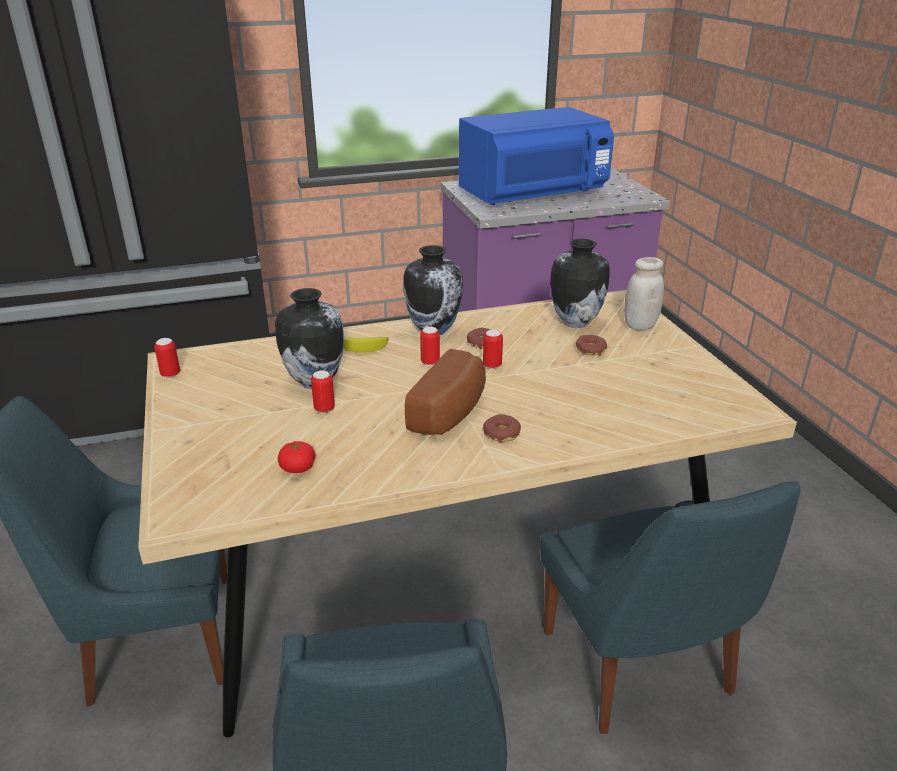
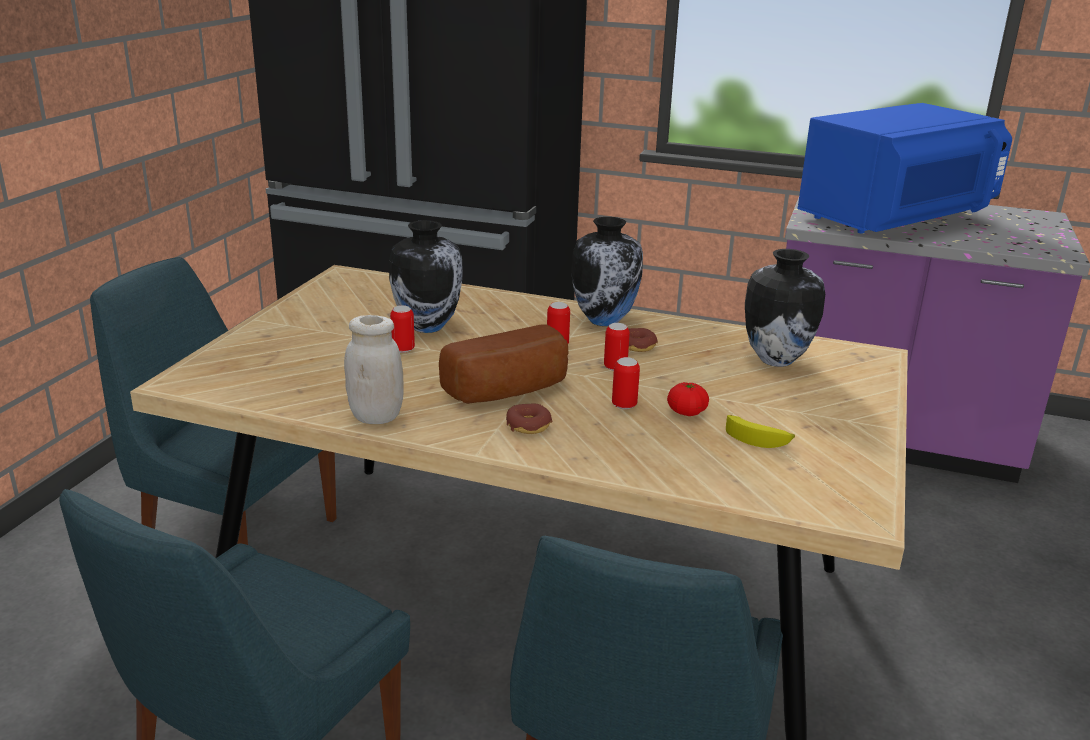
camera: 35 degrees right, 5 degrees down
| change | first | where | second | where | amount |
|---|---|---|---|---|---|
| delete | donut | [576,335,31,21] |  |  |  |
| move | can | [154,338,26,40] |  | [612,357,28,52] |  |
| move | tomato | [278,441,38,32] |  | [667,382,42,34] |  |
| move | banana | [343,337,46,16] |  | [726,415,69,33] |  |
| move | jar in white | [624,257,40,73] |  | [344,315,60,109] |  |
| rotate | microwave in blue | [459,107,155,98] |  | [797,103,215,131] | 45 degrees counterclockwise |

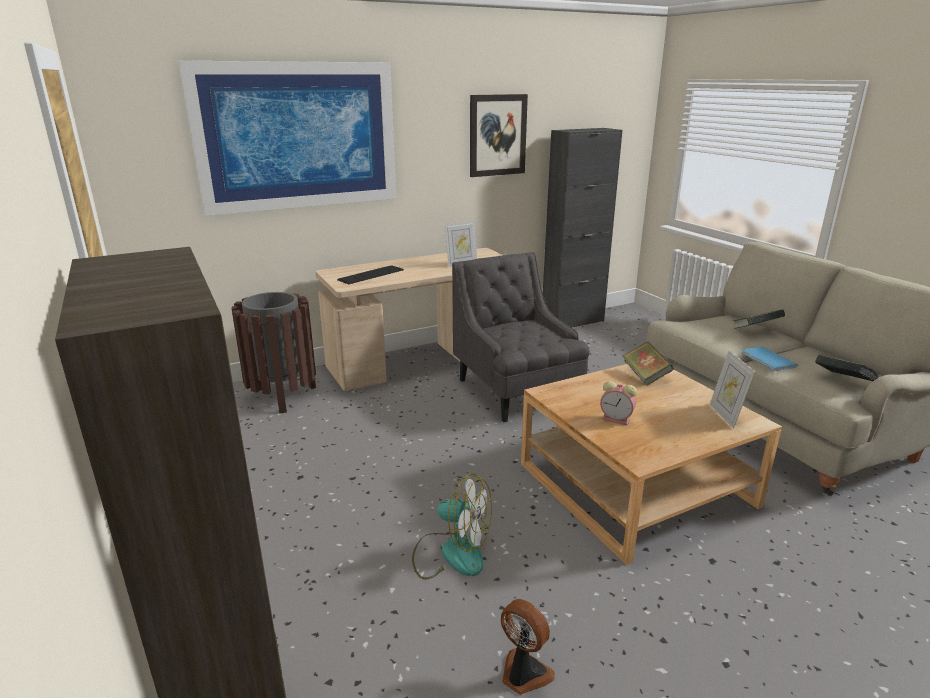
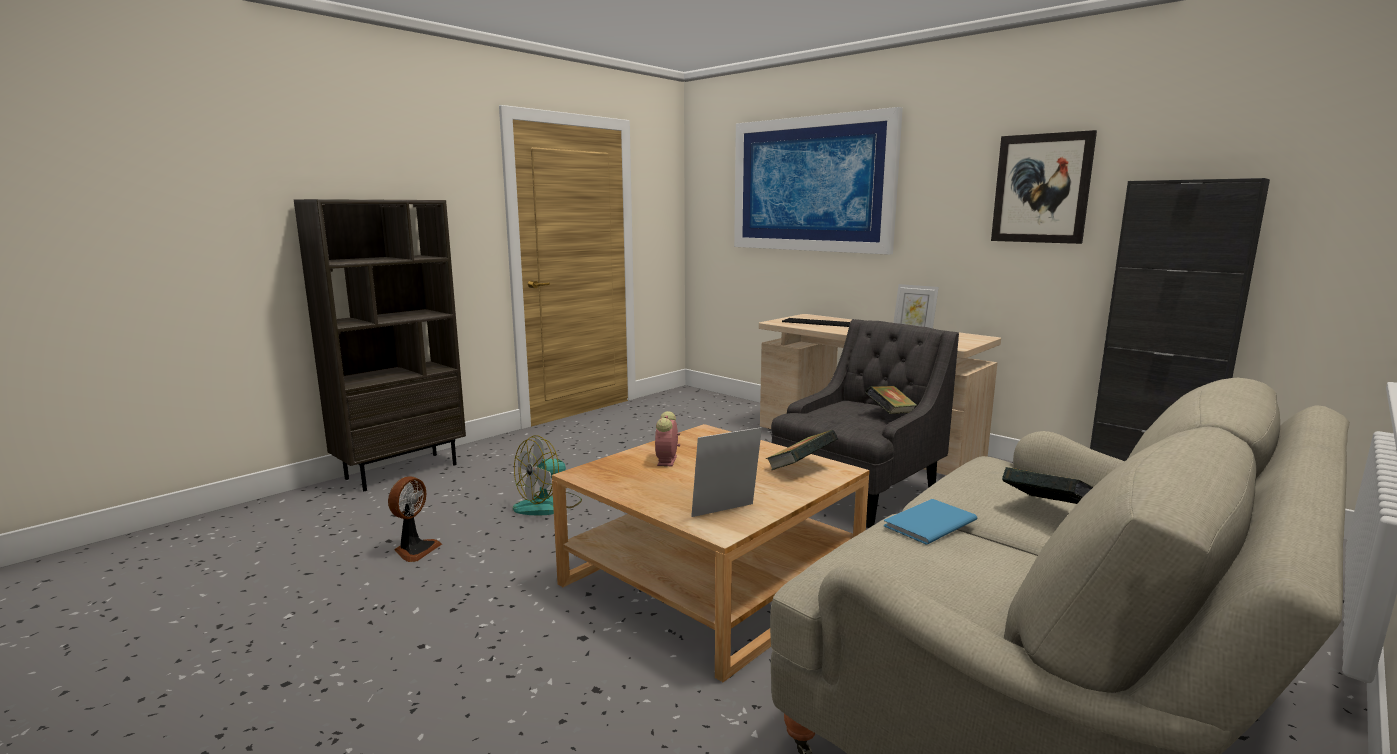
camera: 70 degrees right, 10 degrees down
| change | first | where | second | where | amount |
|---|---|---|---|---|---|
| delete | trash can in brown | [232,292,84,122] |  |  |  |
| move | book | [815,355,65,26] |  | [865,386,52,28] |  |
| rotate | fan | [412,474,80,105] |  | [513,435,69,81] | 45 degrees clockwise |

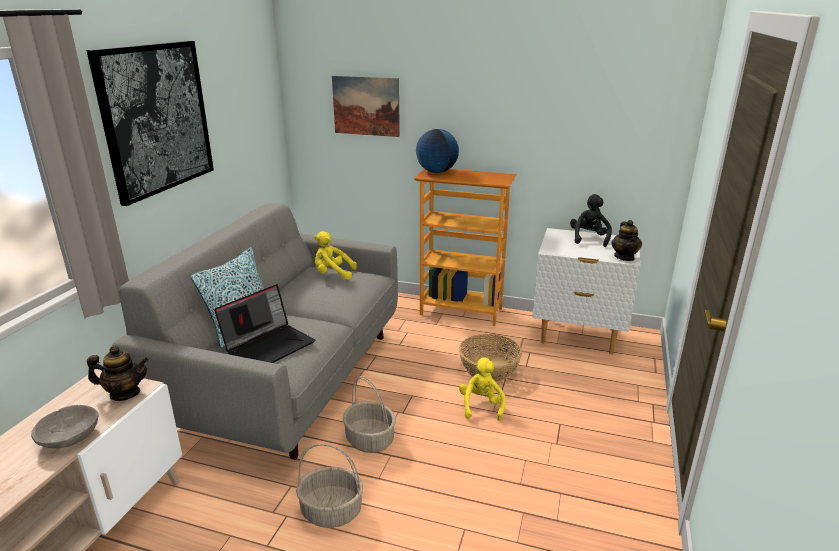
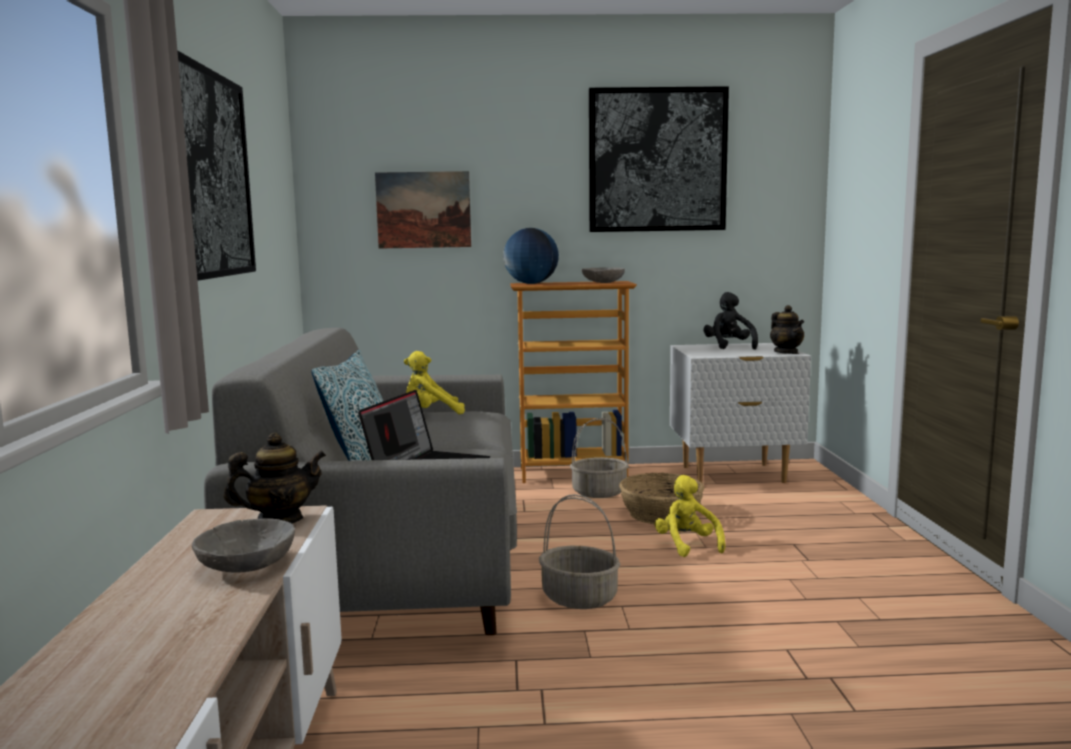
camera: 20 degrees left, 15 degrees down
| change | first | where | second | where | amount |
|---|---|---|---|---|---|
| insert |  |  | bowl in grey | [581,267,44,16] |  |
| insert |  |  | picture | [589,86,140,146] |  |
| move | basket | [296,444,67,84] |  | [570,418,59,80] |  |

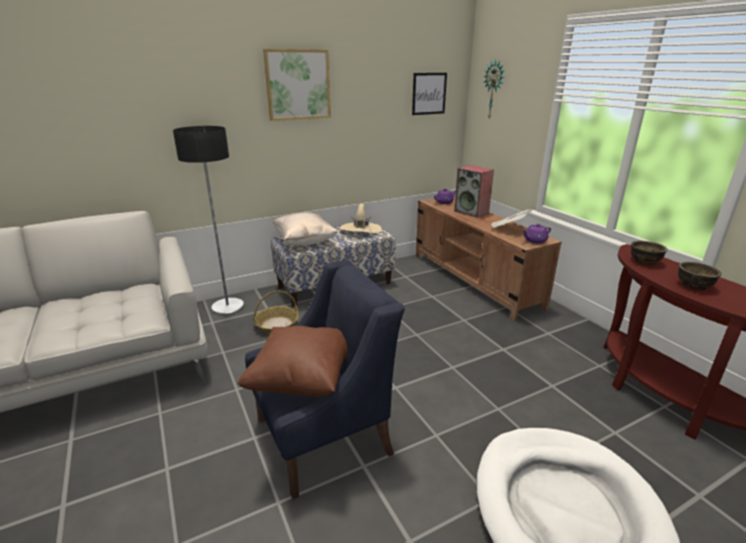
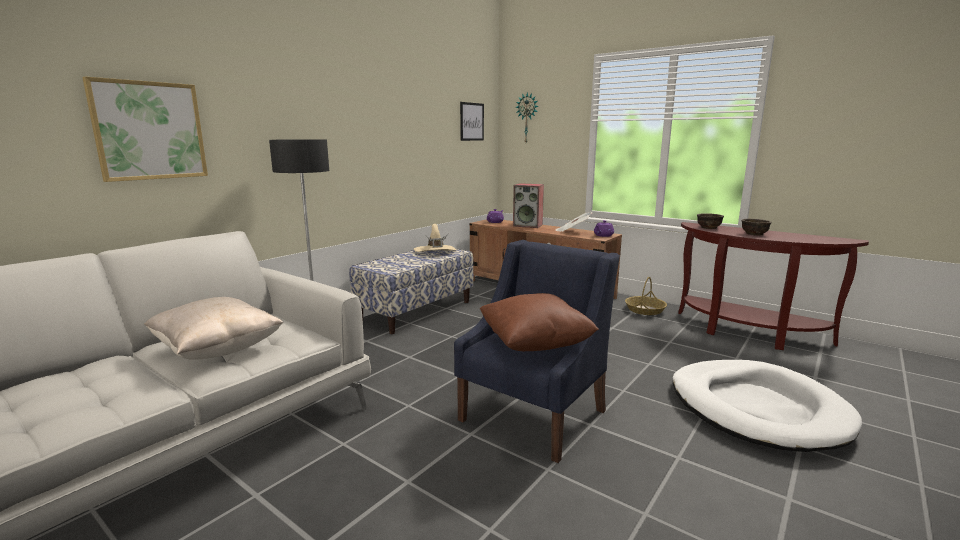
camera: 25 degrees left, 10 degrees down
| change | first | where | second | where | amount |
|---|---|---|---|---|---|
| move | basket | [253,291,46,43] |  | [625,277,42,38] |  |
| move | picture | [263,49,68,72] |  | [82,77,126,105] |  |
| move | pillow in beige | [272,212,66,33] |  | [144,297,139,63] |  |

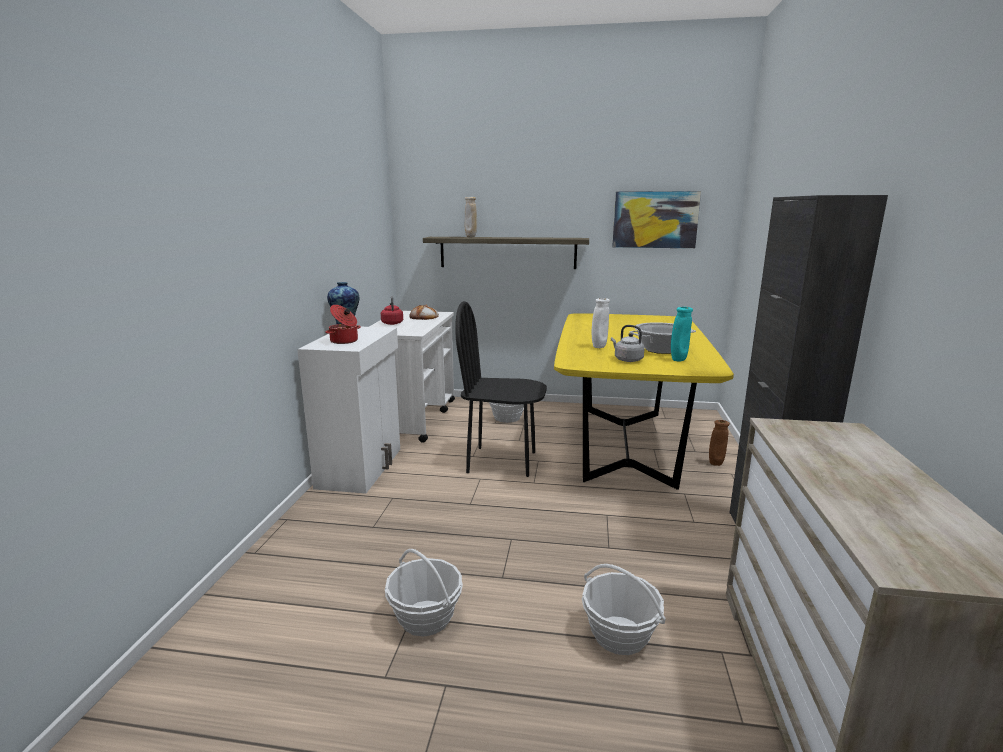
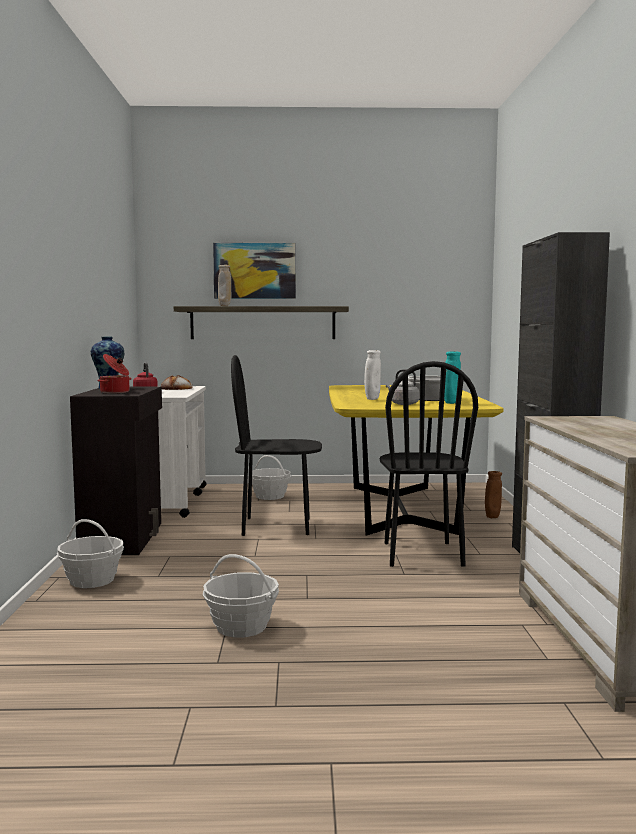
camera: 10 degrees left, 10 degrees down
| change | first | where | second | where | amount |
|---|---|---|---|---|---|
| insert |  |  | chair in black | [380,361,98,206] |  |
| move | basket | [582,564,84,91] |  | [57,519,67,69] |  |
| move | picture | [612,191,89,57] |  | [213,243,83,56] |  |
| recolor | cabinet in white | [297,327,103,167] | cabinet in black | [70,387,92,168] |  |

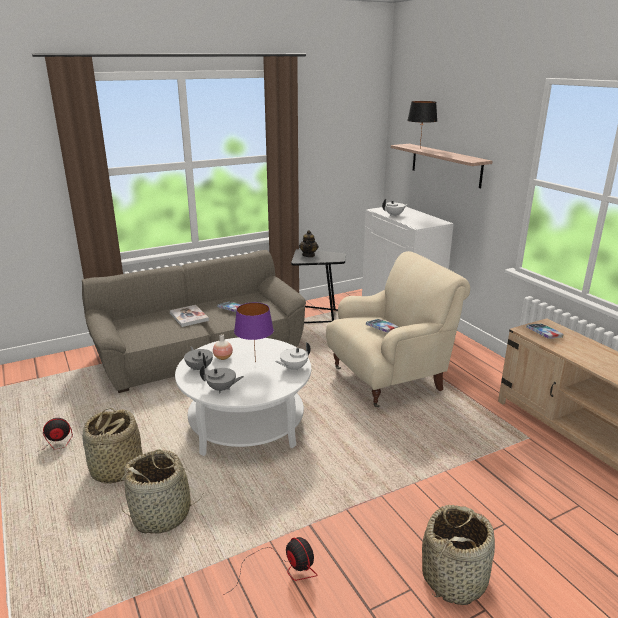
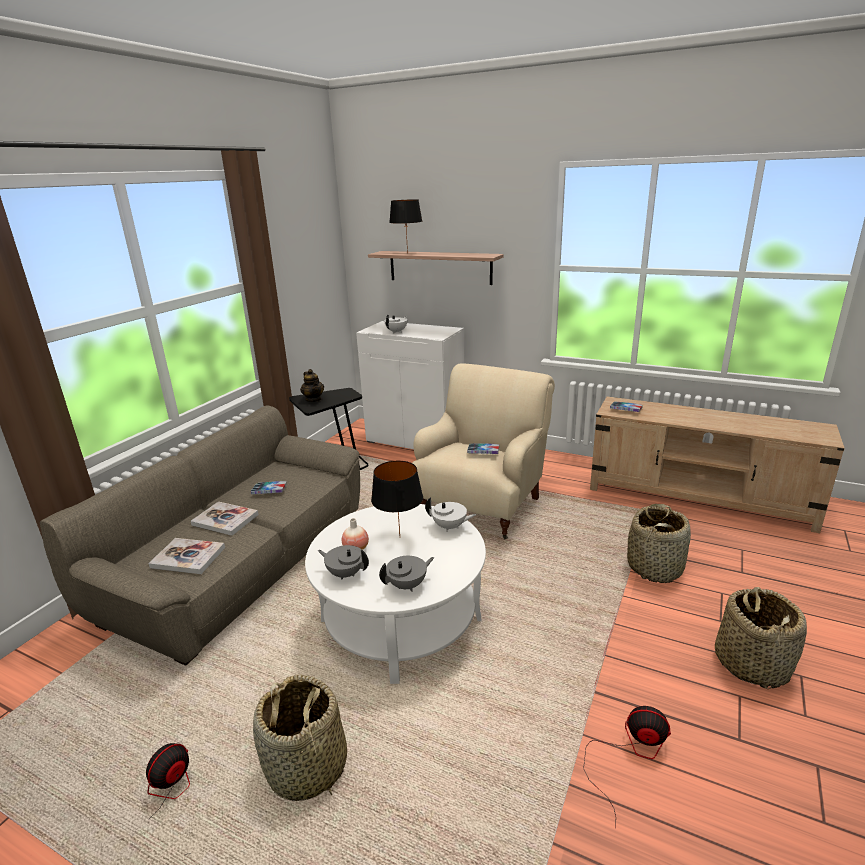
camera: 35 degrees left, 0 degrees up
| change | first | where | second | where | amount |
|---|---|---|---|---|---|
| insert |  |  | book | [148,538,77,36] |  |
| move | basket | [120,449,84,85] |  | [627,504,64,79] |  |
| recolor | table lamp in purple | [234,302,40,60] | table lamp in black | [371,461,52,74] |  |
| rotate | teapot in white | [275,342,36,29] |  | [425,497,51,35] | 90 degrees counterclockwise |

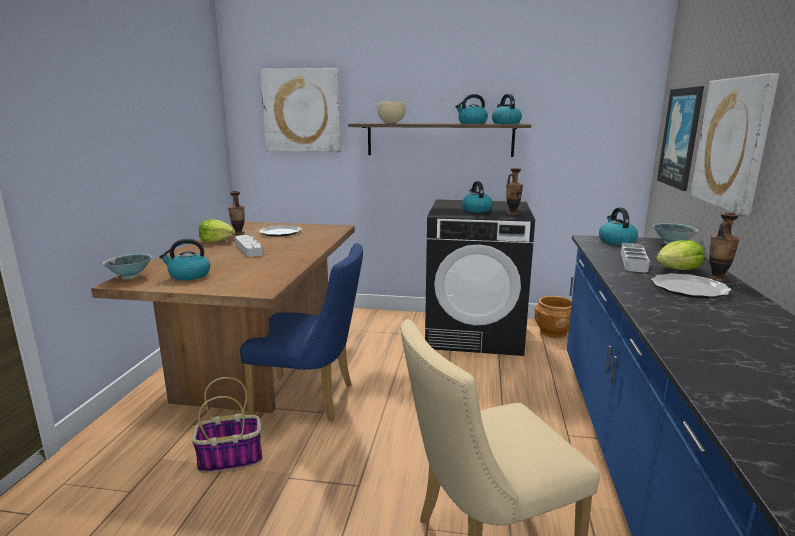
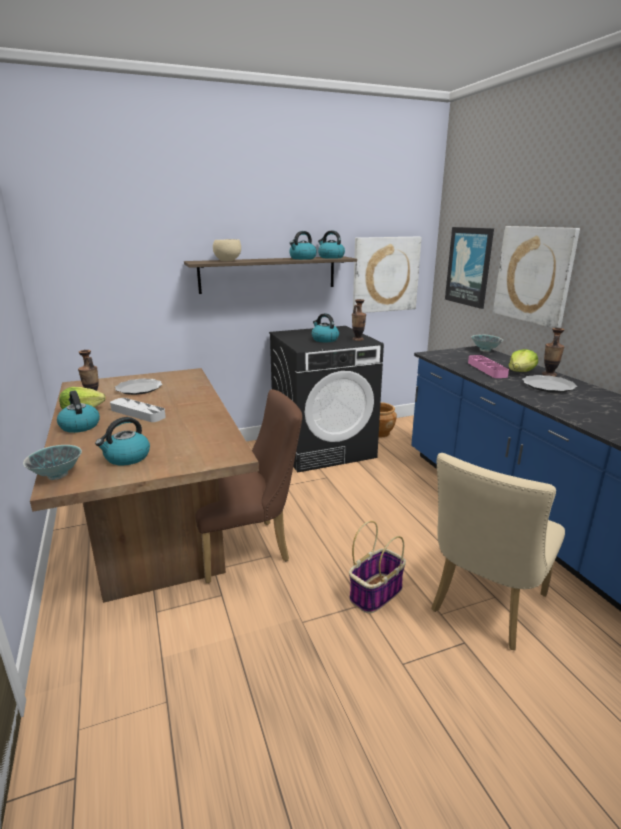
camera: 30 degrees left, 5 degrees up
| change | first | where | second | where | amount |
|---|---|---|---|---|---|
| move | basket | [192,377,70,96] |  | [349,521,57,93] |  |
| move | picture | [260,68,81,84] |  | [353,237,69,76] |  |
| move | kettle | [599,208,39,37] |  | [57,391,43,42] |  |
| recolor | chair in blue | [240,243,123,179] | chair in brown | [195,389,108,194] |  |
| recolor | tray in grey | [621,243,29,29] | tray in pink | [468,355,41,23] |  |

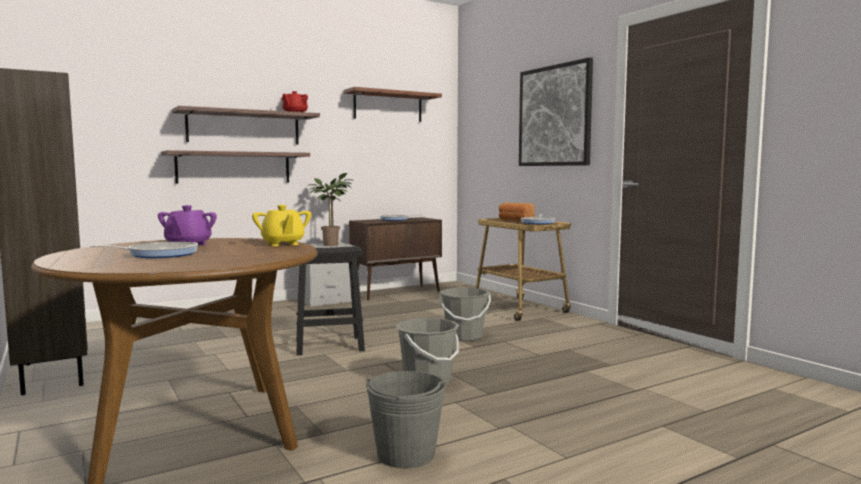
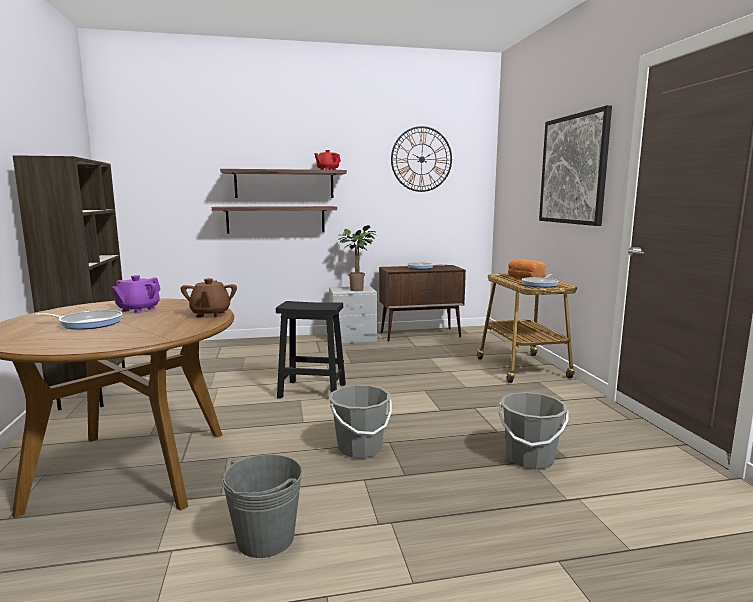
camera: 20 degrees right, 5 degrees up
| change | first | where | second | where | amount |
|---|---|---|---|---|---|
| move | bucket in grey | [439,288,52,53] |  | [499,392,70,78] |  |
| replace | shelf in brown | [344,87,98,35] | wall clock | [391,126,61,66] |  |
| recolor | teapot in yellow | [252,205,59,41] | teapot in brown | [181,278,56,40] |  |

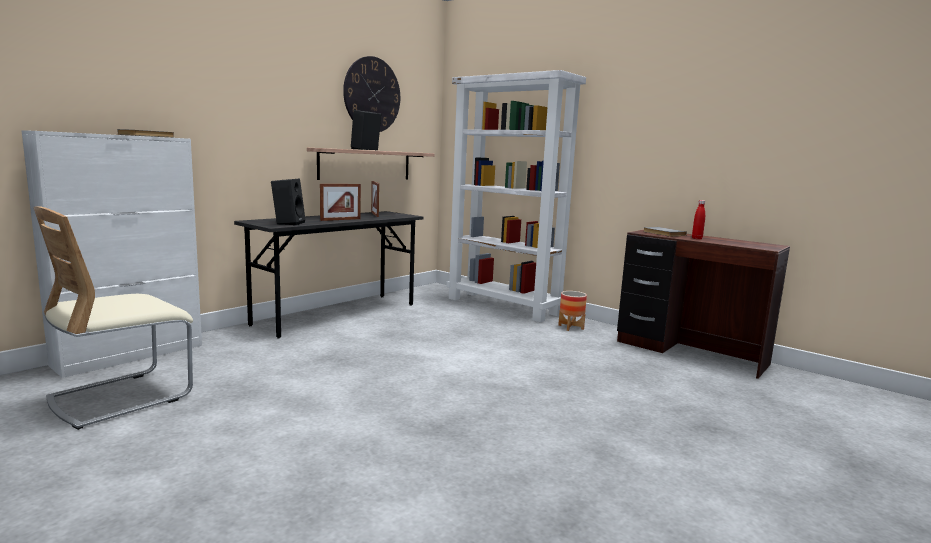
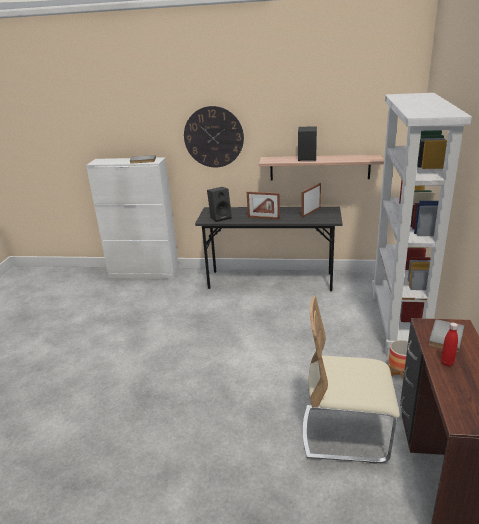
camera: 60 degrees right, 15 degrees up
| change | first | where | second | where | amount |
|---|---|---|---|---|---|
| move | chair in beige | [33,206,160,224] |  | [303,296,97,168] |  |
| move | wall clock | [343,56,57,76] |  | [184,106,60,61] |  |

